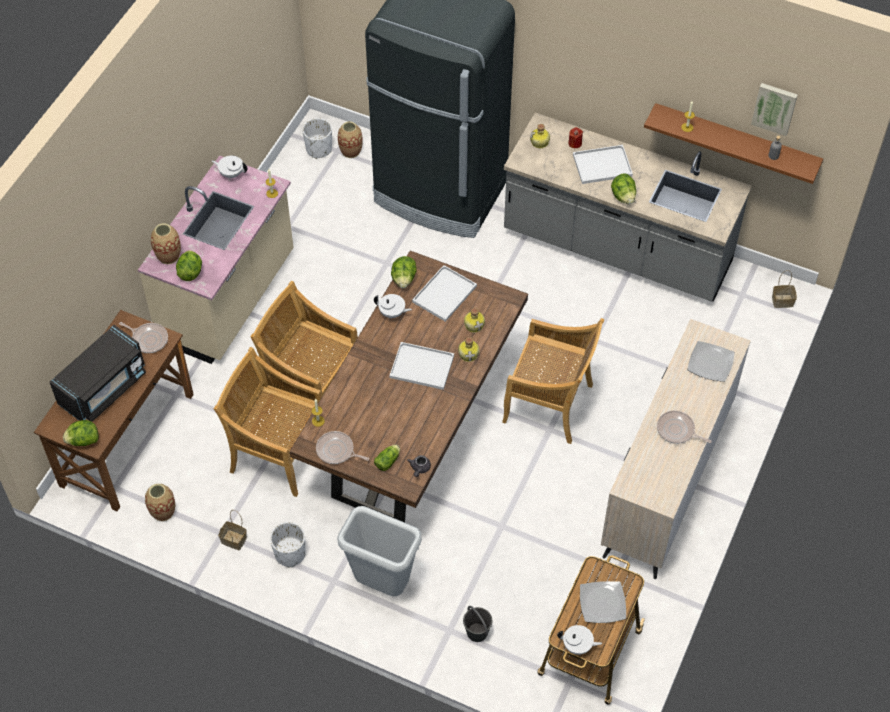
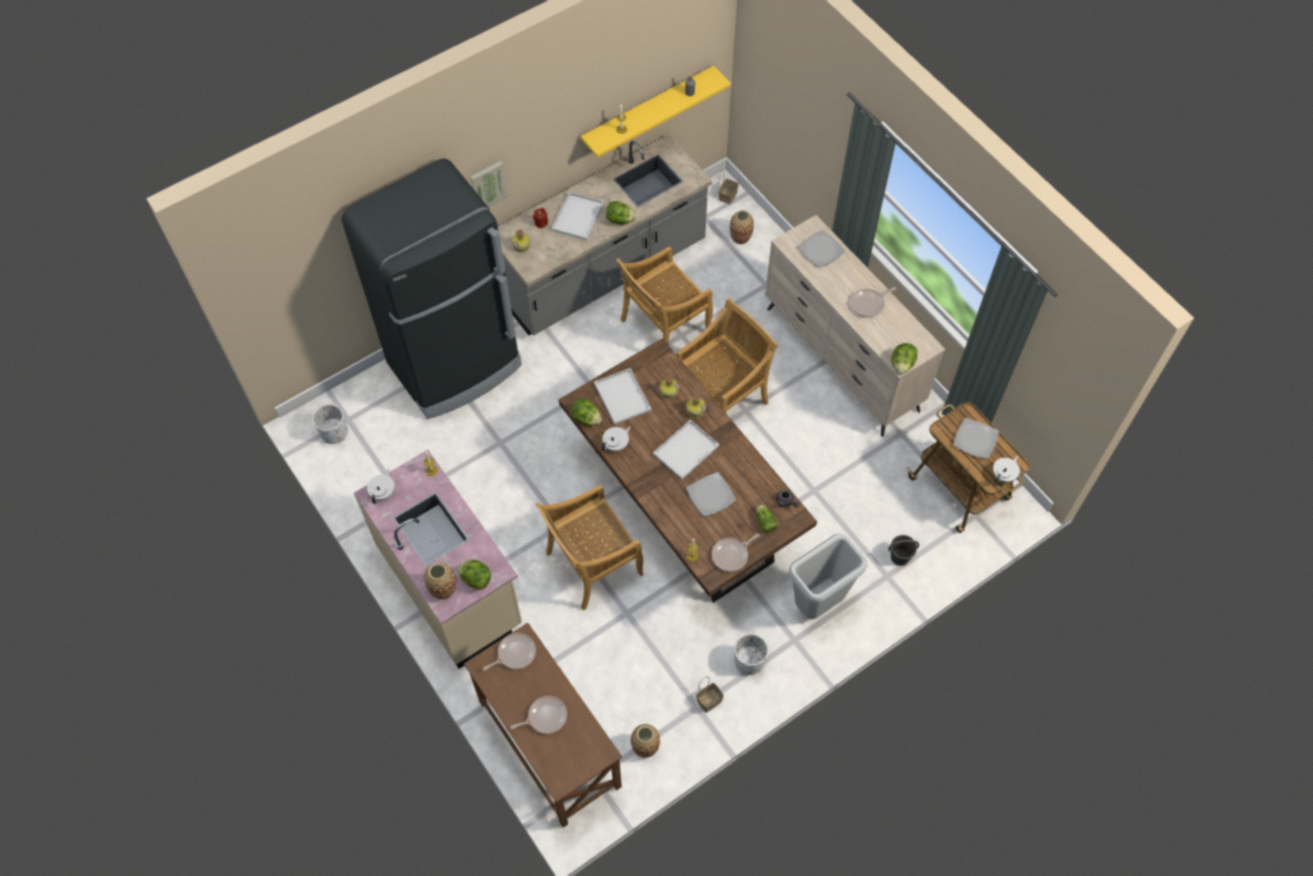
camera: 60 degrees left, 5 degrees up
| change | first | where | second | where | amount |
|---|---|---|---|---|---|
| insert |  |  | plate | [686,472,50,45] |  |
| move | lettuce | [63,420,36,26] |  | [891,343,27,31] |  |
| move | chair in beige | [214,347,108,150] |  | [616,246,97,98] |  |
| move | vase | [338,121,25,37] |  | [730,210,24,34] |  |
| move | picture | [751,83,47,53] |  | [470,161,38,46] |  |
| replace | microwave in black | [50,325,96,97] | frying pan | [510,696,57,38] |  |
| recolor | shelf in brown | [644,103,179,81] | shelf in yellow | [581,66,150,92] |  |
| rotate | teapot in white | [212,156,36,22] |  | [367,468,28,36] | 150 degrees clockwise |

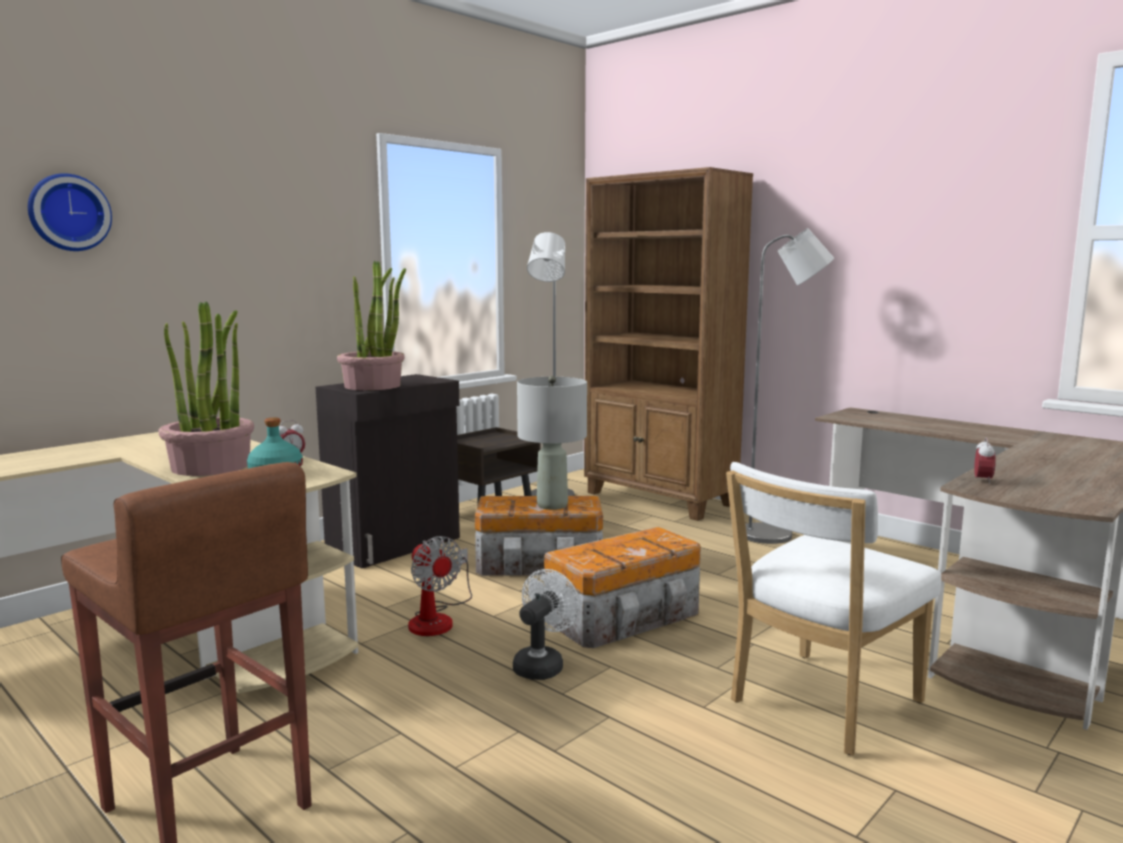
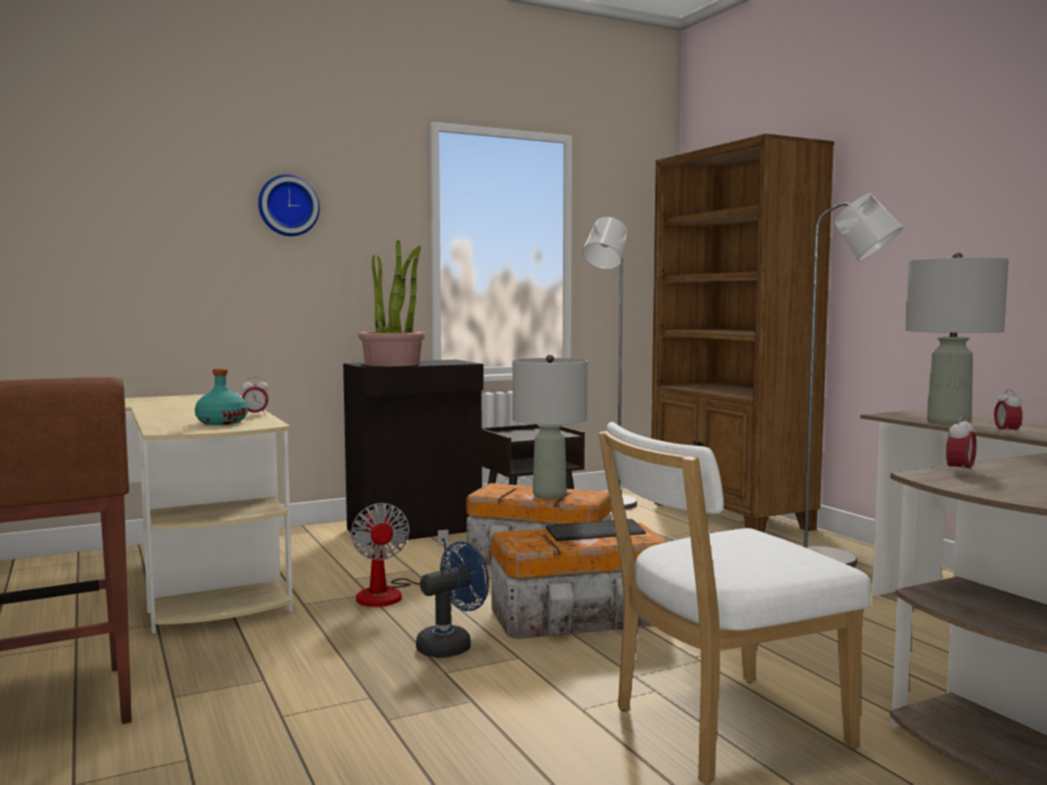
camera: 20 degrees right, 5 degrees down
| change | first | where | second | where | amount |
|---|---|---|---|---|---|
| delete | potted plant | [159,301,95,175] |  |  |  |
| insert |  |  | keyboard | [546,519,100,22] |  |
| insert |  |  | table lamp in grey | [905,252,104,174] |  |
| insert |  |  | alarm clock | [994,389,29,46] |  |
| move | wall clock | [28,173,84,78] |  | [258,174,62,62] |  |
| recolor | fan in white | [513,569,67,111] | fan in blue | [416,541,73,117] |  |

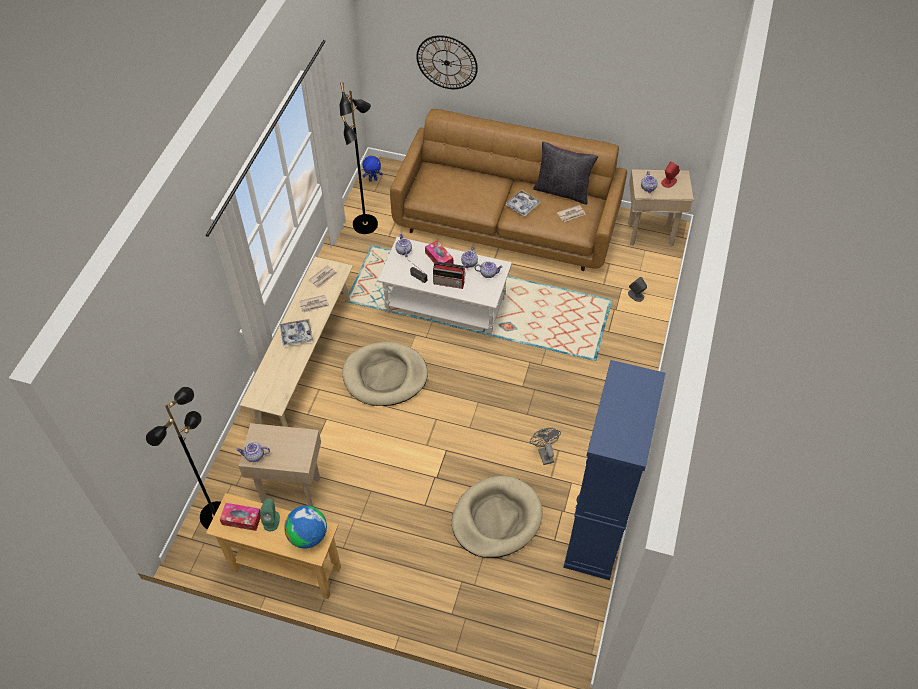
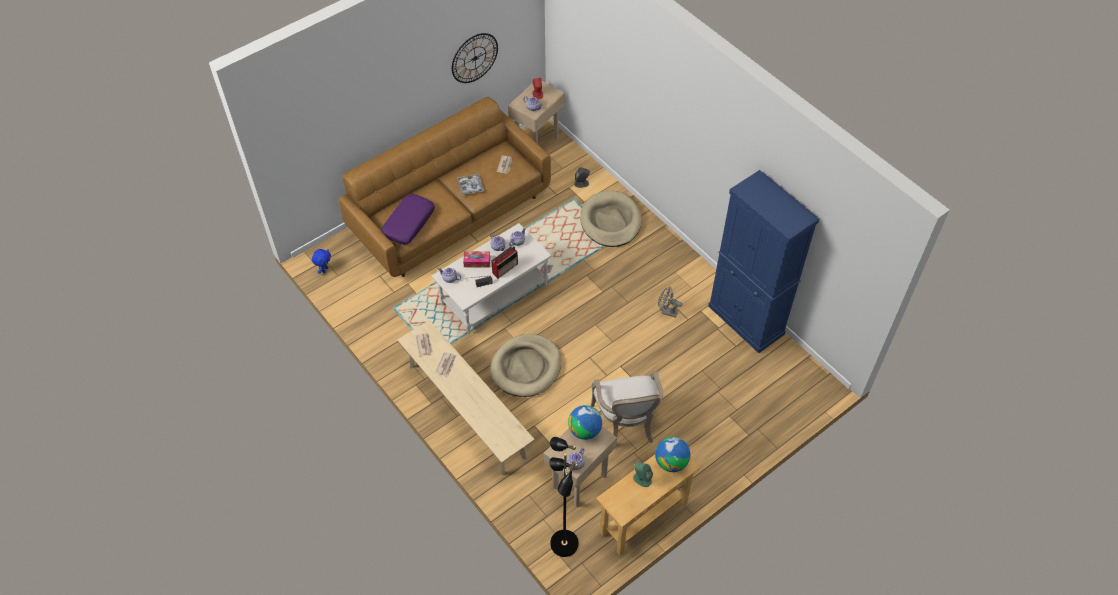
camera: 55 degrees left, 0 degrees up
| change | first | where | second | where | amount |
|---|---|---|---|---|---|
| delete | tissue box | [220,503,41,28] |  |  |  |
| delete | tray | [280,319,33,27] |  |  |  |
| delete | floor lamp in black | [340,82,38,152] |  |  |  |
| delete | pillow in black | [533,142,65,63] |  |  |  |
| insert |  |  | pillow in purple | [381,194,54,51] |  |
| insert |  |  | globe | [568,405,34,35] |  |
| insert |  |  | armchair | [591,371,72,72] |  |
| move | wall clock | [416,35,62,54] |  | [452,33,46,50] |  |
| move | dog bed in beige | [452,476,91,82] |  | [580,191,62,56] |  |

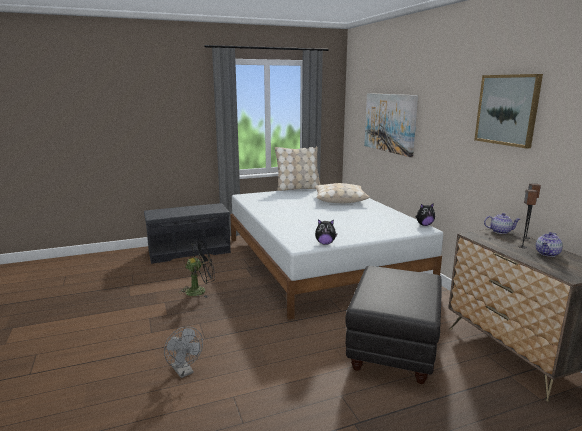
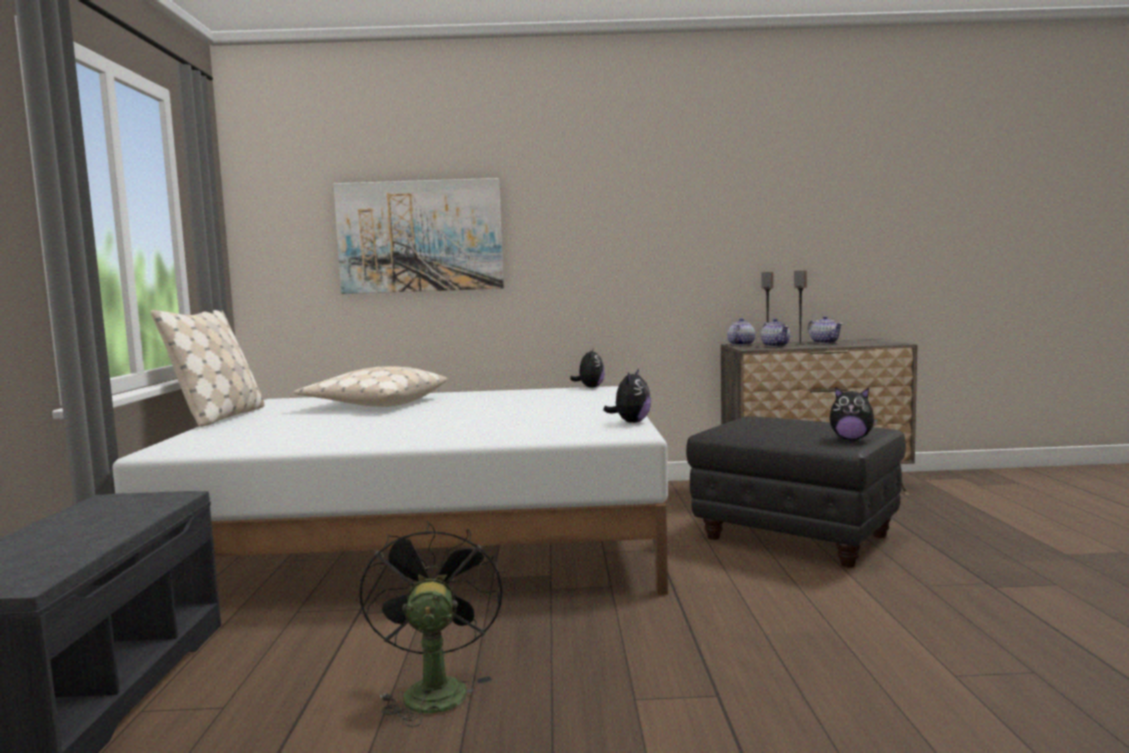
camera: 70 degrees left, 10 degrees down
| change | first | where | second | where | amount |
|---|---|---|---|---|---|
| delete | fan in grey | [164,327,39,51] |  |  |  |
| delete | picture | [474,74,69,75] |  |  |  |
| insert |  |  | teapot | [761,318,29,29] |  |
| insert |  |  | plush toy | [829,387,49,53] |  |

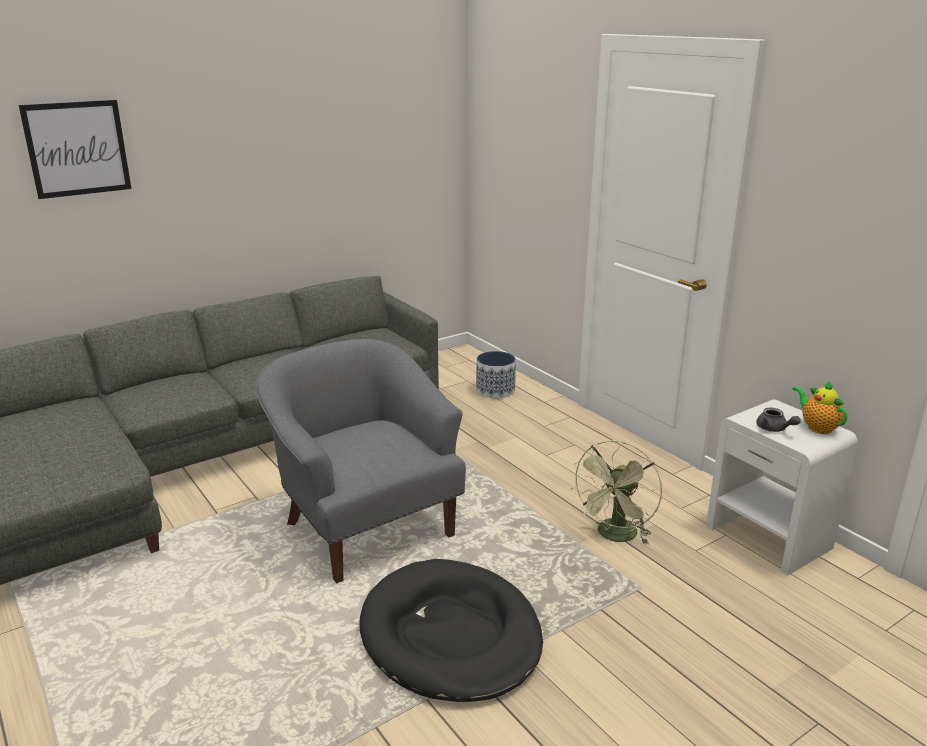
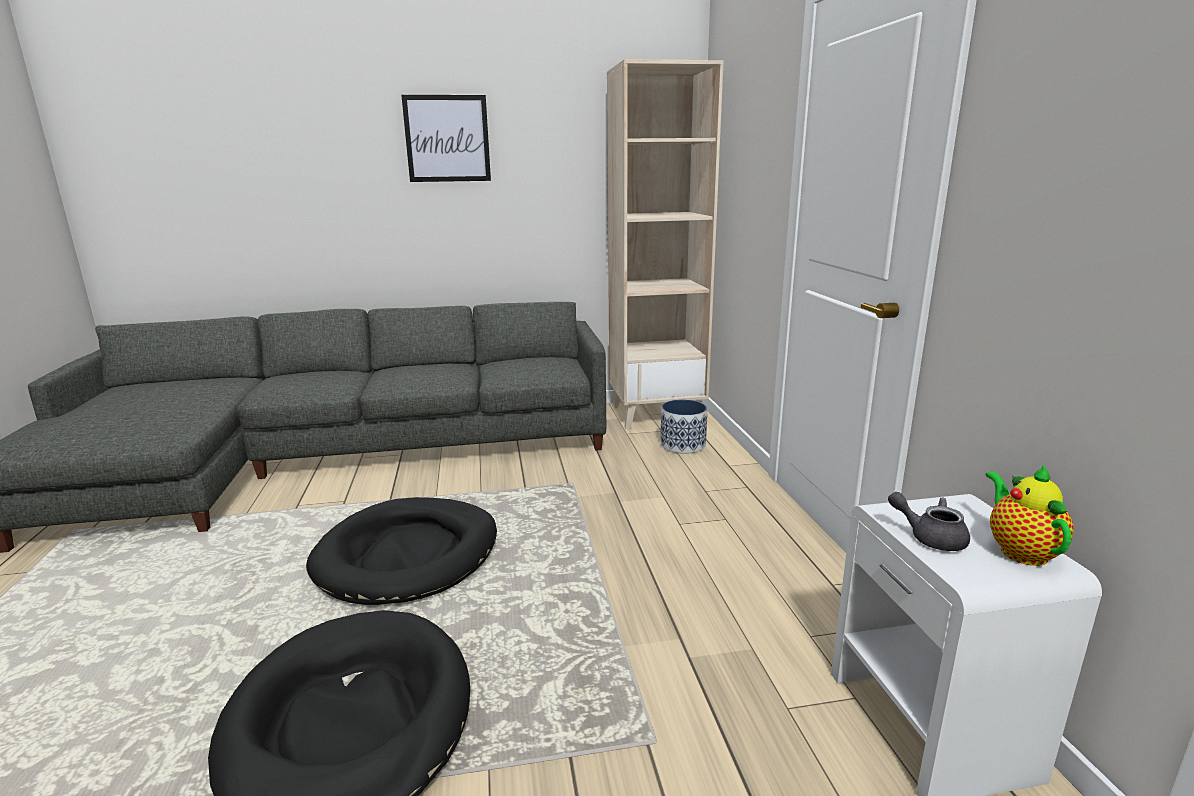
camera: 25 degrees right, 5 degrees down
| change | first | where | second | where | amount |
|---|---|---|---|---|---|
| delete | fan in green | [570,440,92,104] |  |  |  |
| insert |  |  | bookcase in beige | [607,59,117,370] |  |
| move | picture | [18,100,113,99] |  | [401,95,90,87] |  |
| replace | armchair in grey | [255,339,211,244] | dog bed in black | [306,497,191,108] |  |
| rotate | teapot in grey | [757,408,44,24] |  | [888,492,82,59] | 135 degrees clockwise |

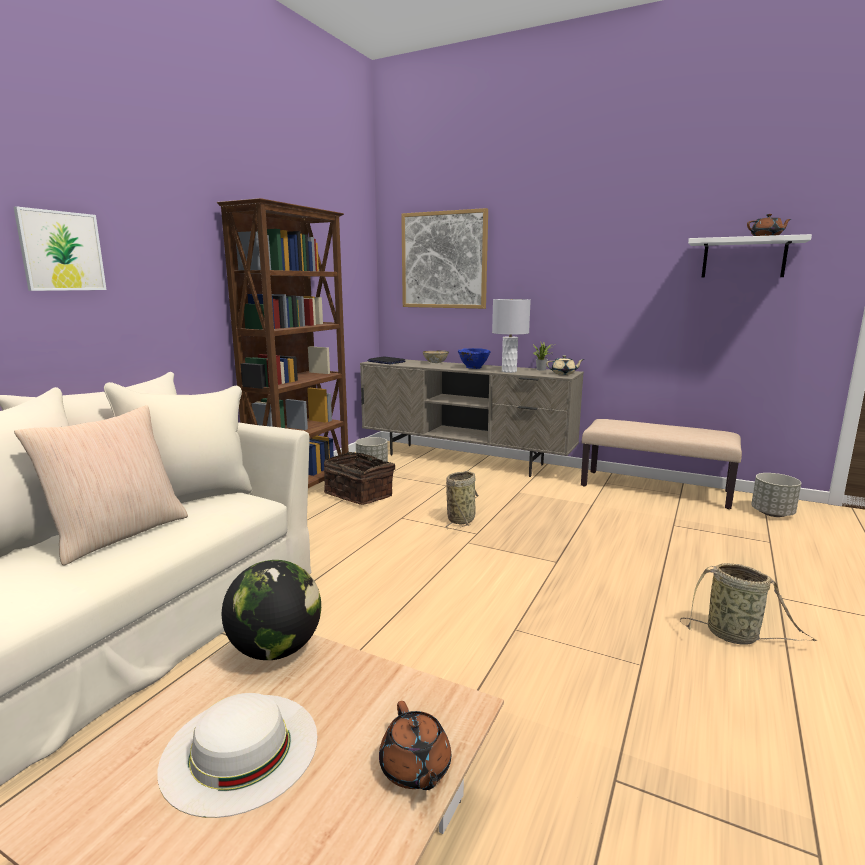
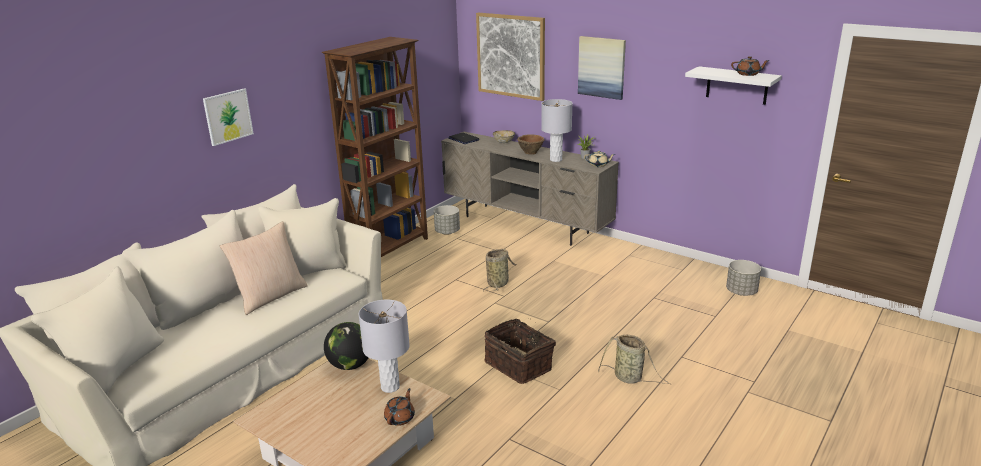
camera: 10 degrees right, 10 degrees up
| change | first | where | second | where | amount |
|---|---|---|---|---|---|
| delete | hat in white | [157,693,160,125] |  |  |  |
| delete | bench in beige | [581,419,161,90] |  |  |  |
| insert |  |  | table lamp in grey | [359,300,51,93] |  |
| insert |  |  | picture | [578,36,48,64] |  |
| move | basket | [324,452,71,53] |  | [484,319,72,65] |  |
| recolor | bowl in blue | [458,348,33,21] | bowl in brown | [517,135,28,20] |  |
| rotate | teapot in brown | [379,701,72,89] |  | [384,388,31,38] | 150 degrees counterclockwise |

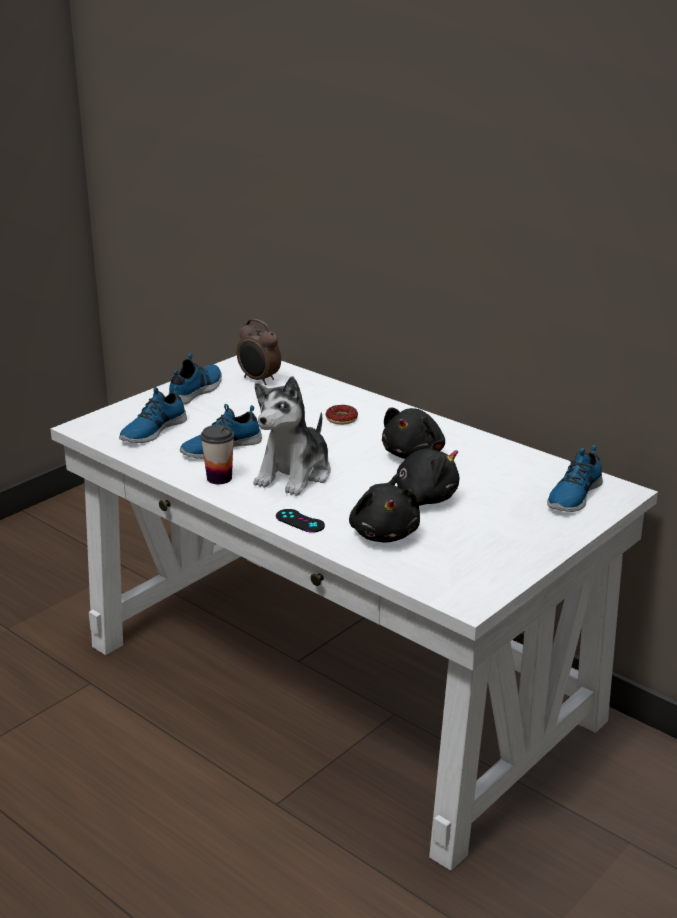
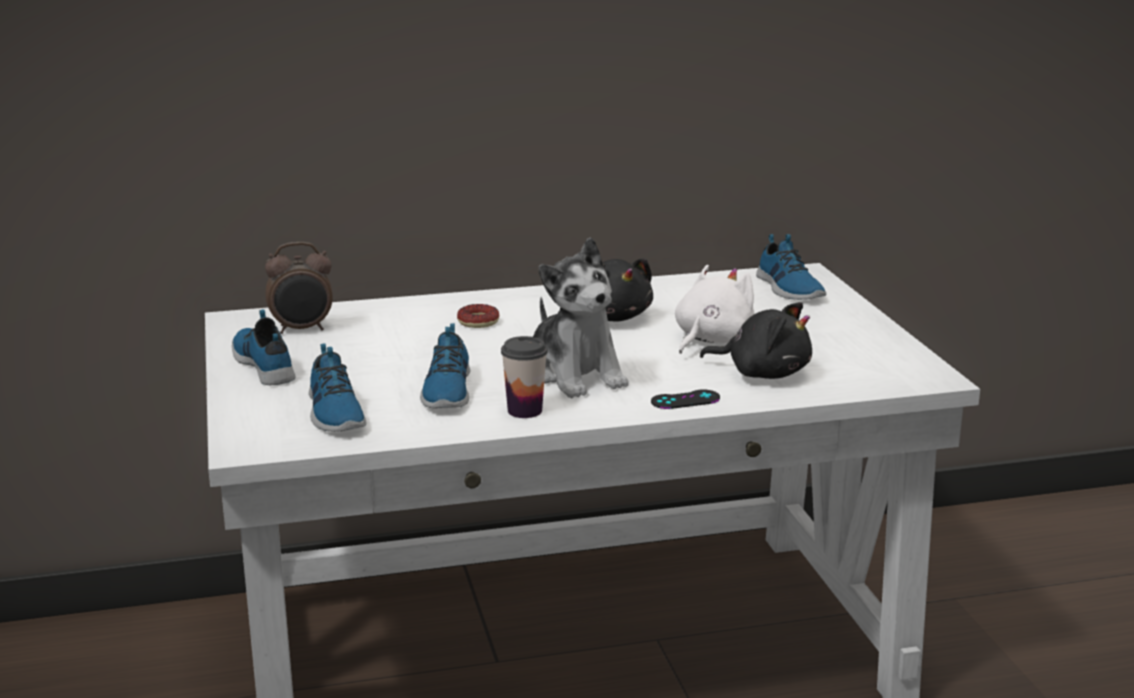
camera: 55 degrees left, 5 degrees down
| change | first | where | second | where | amount |
|---|---|---|---|---|---|
| recolor | plush toy in black | [369,439,90,67] | plush toy in white | [675,265,80,89] |  |

